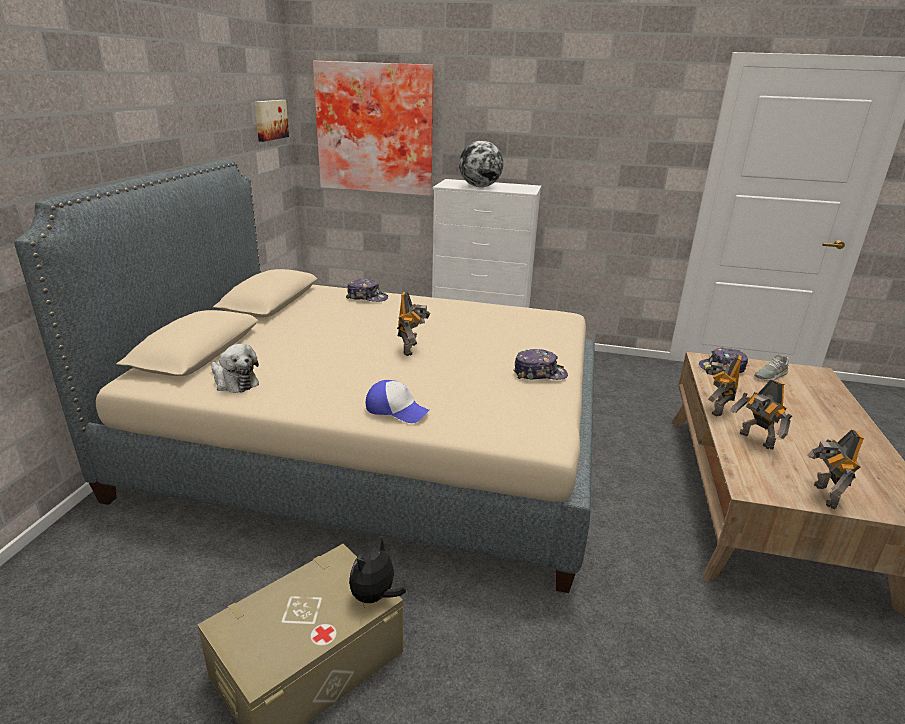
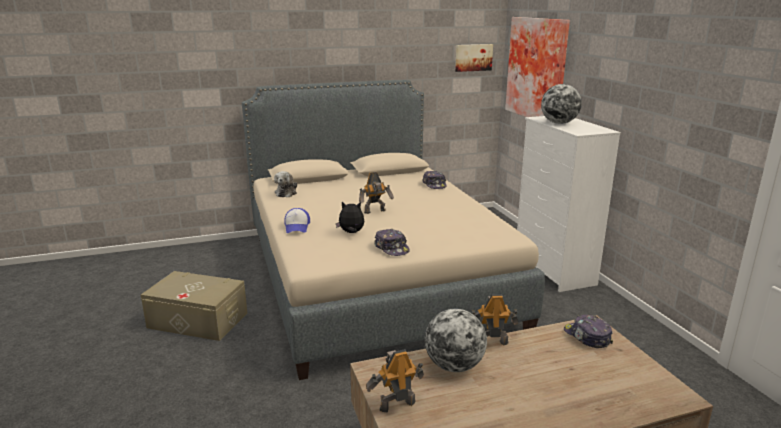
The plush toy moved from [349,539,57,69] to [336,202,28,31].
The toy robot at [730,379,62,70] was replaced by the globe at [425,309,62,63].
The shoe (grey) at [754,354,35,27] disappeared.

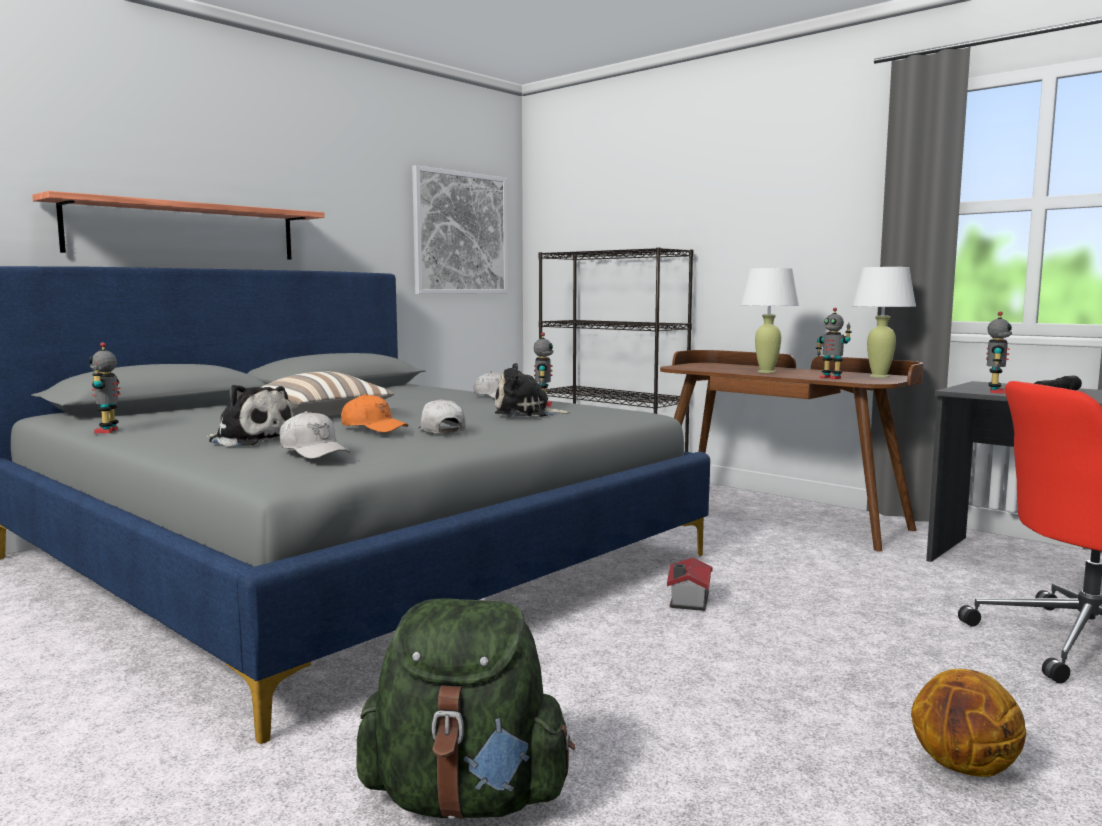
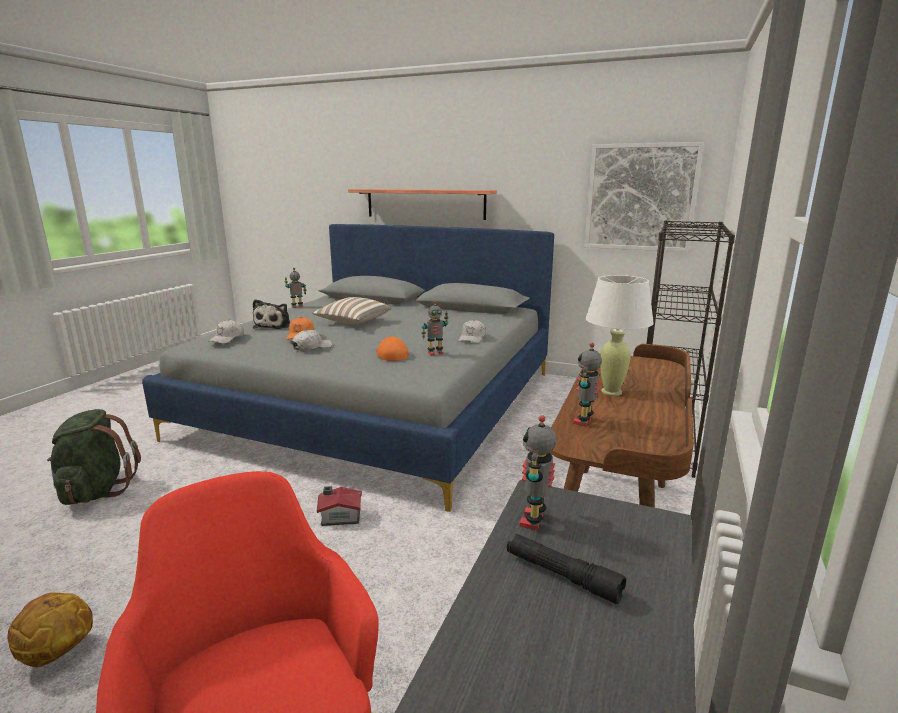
The plush toy at [495,363,76,54] was replaced by the cap (orange) at [377,336,32,25].
The table lamp (white) at [852,267,64,111] disappeared.
The toy robot at [986,311,26,83] turned 105 degrees clockwise.

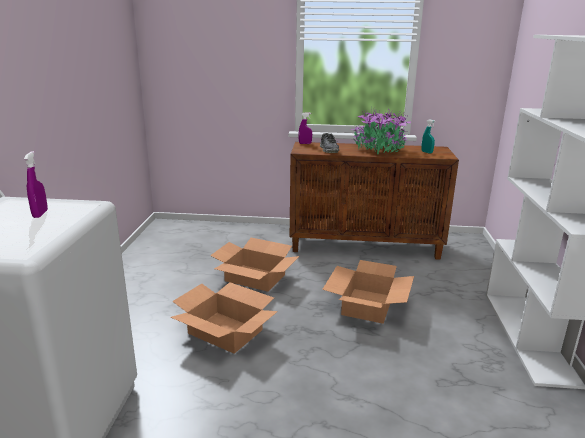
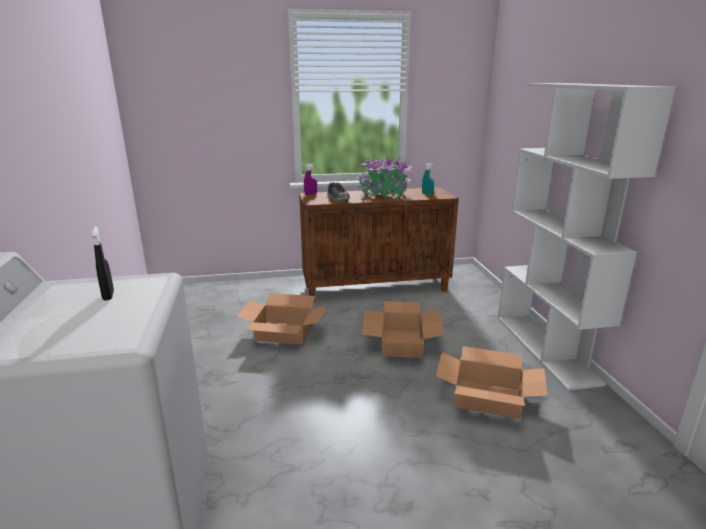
The spray bottle (purple) at [24,151,24,67] became the spray bottle (black) at [92,226,22,75].
The cardboard box moved from [170,282,108,71] to [436,346,112,73].

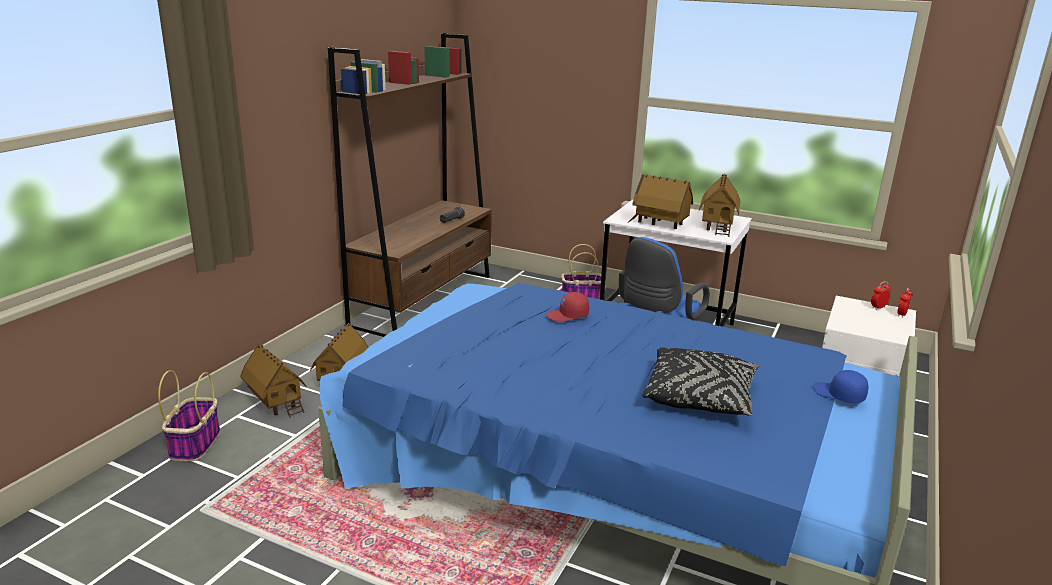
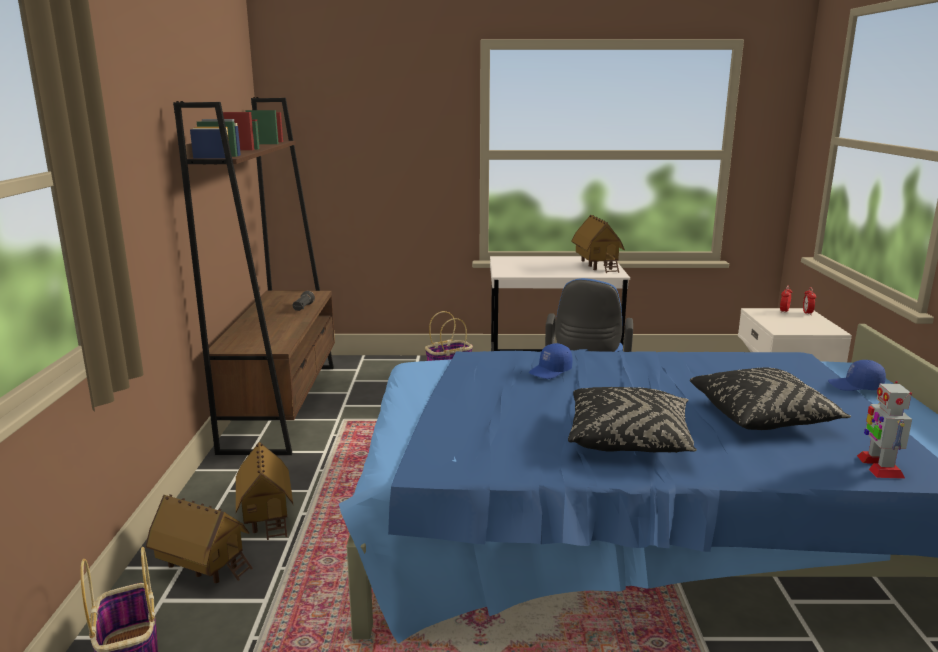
The cap (red) at [546,292,43,30] became the cap (blue) at [529,343,43,36].
The toy house at [628,174,65,55] disappeared.
The pillow (black) at [568,387,129,66] appeared.
The toy robot at [857,381,55,98] appeared.

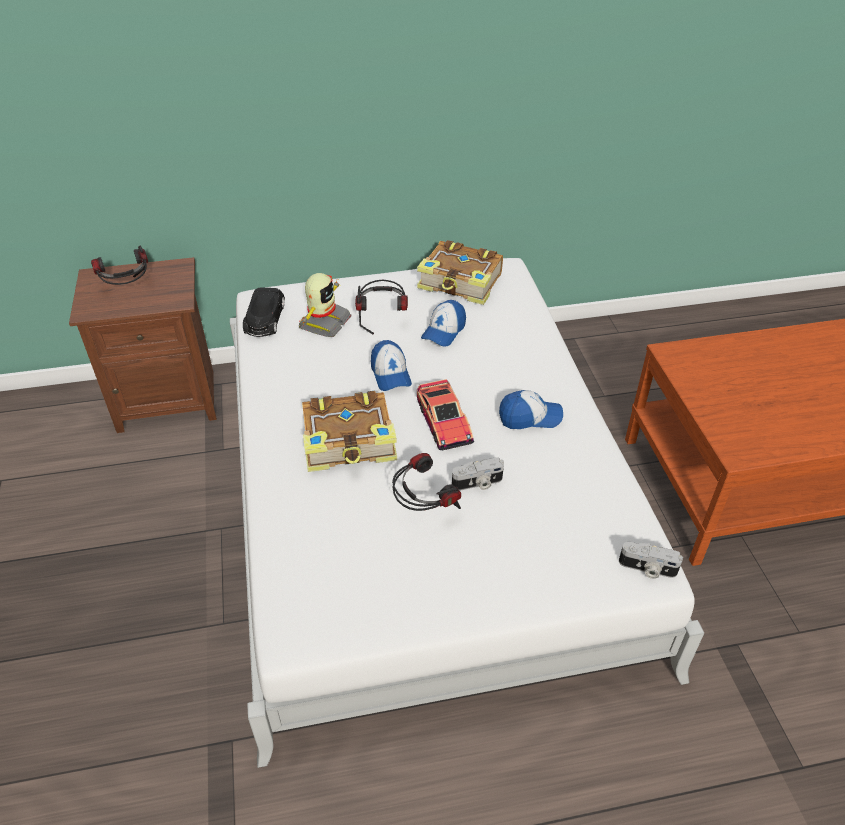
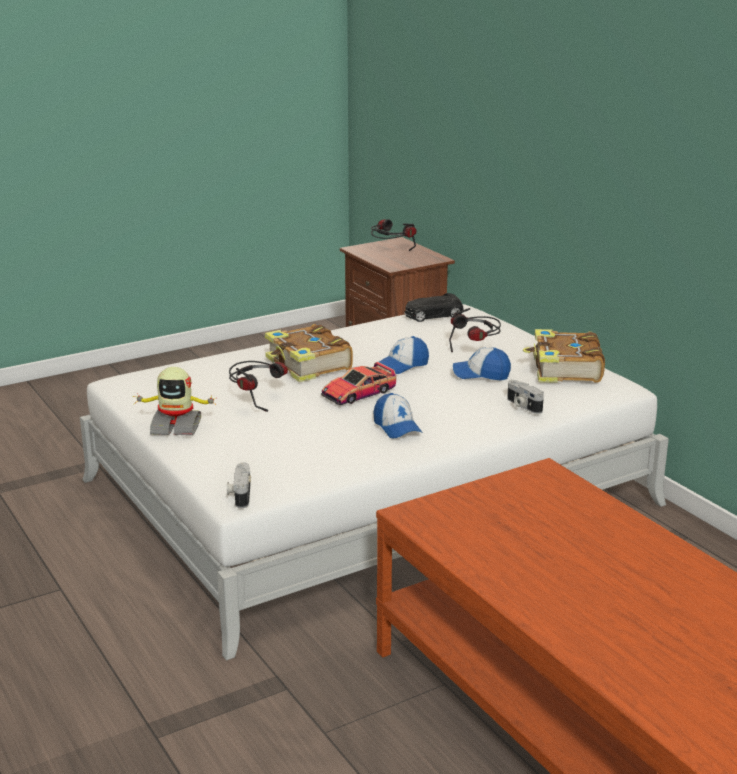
The toy robot moved from [299,273,53,64] to [133,367,84,69].
The photo camera moved from [452,457,52,34] to [507,380,37,34].

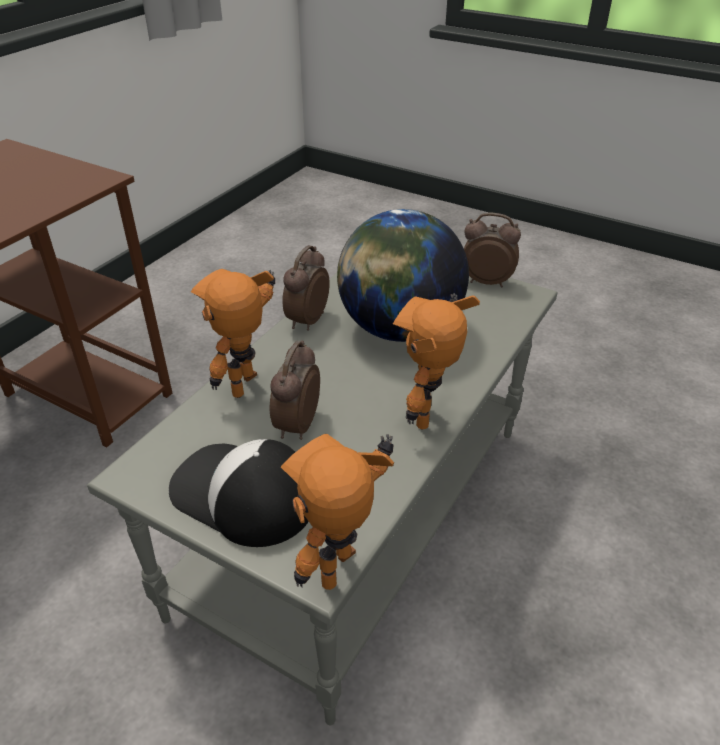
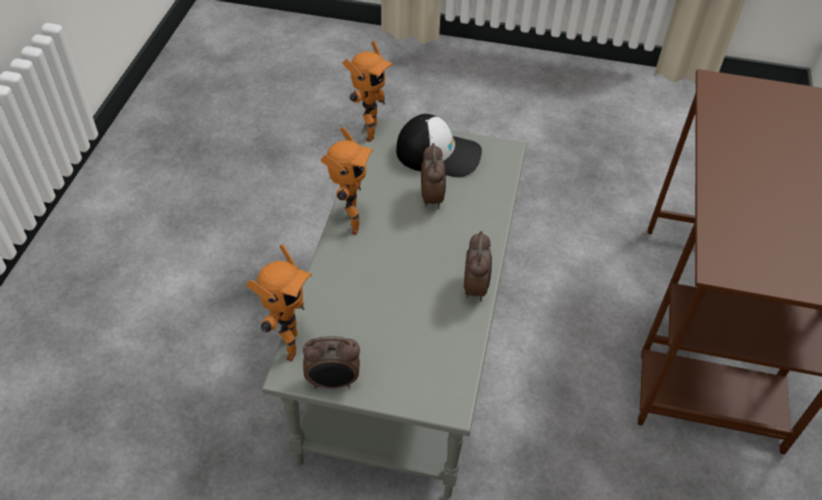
The toy robot moved from [191,269,84,129] to [246,244,66,117].
The globe at [337,209,132,133] disappeared.

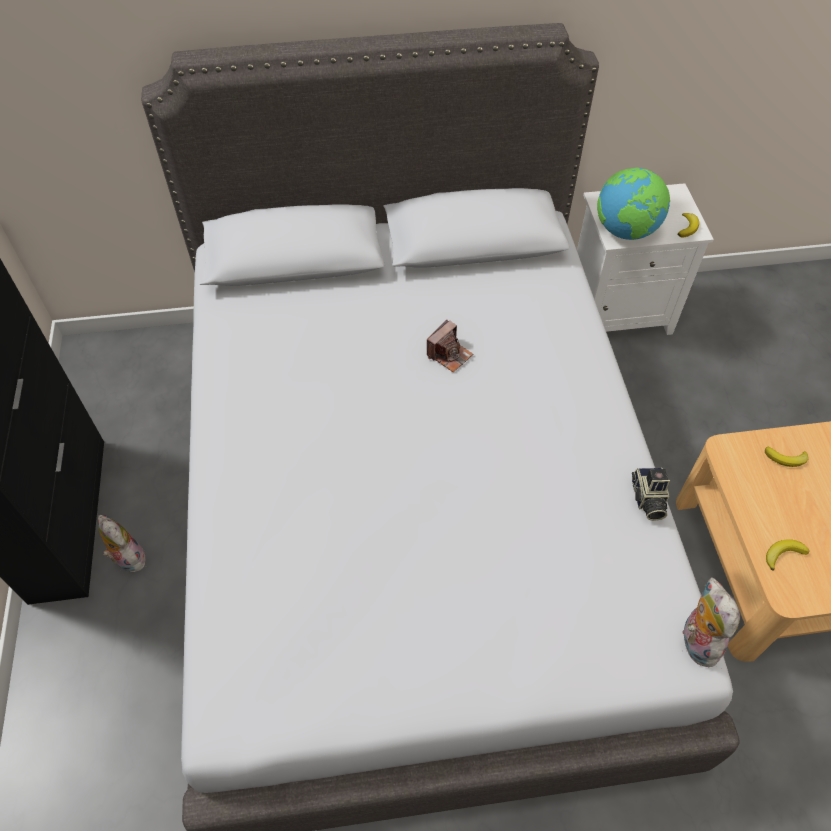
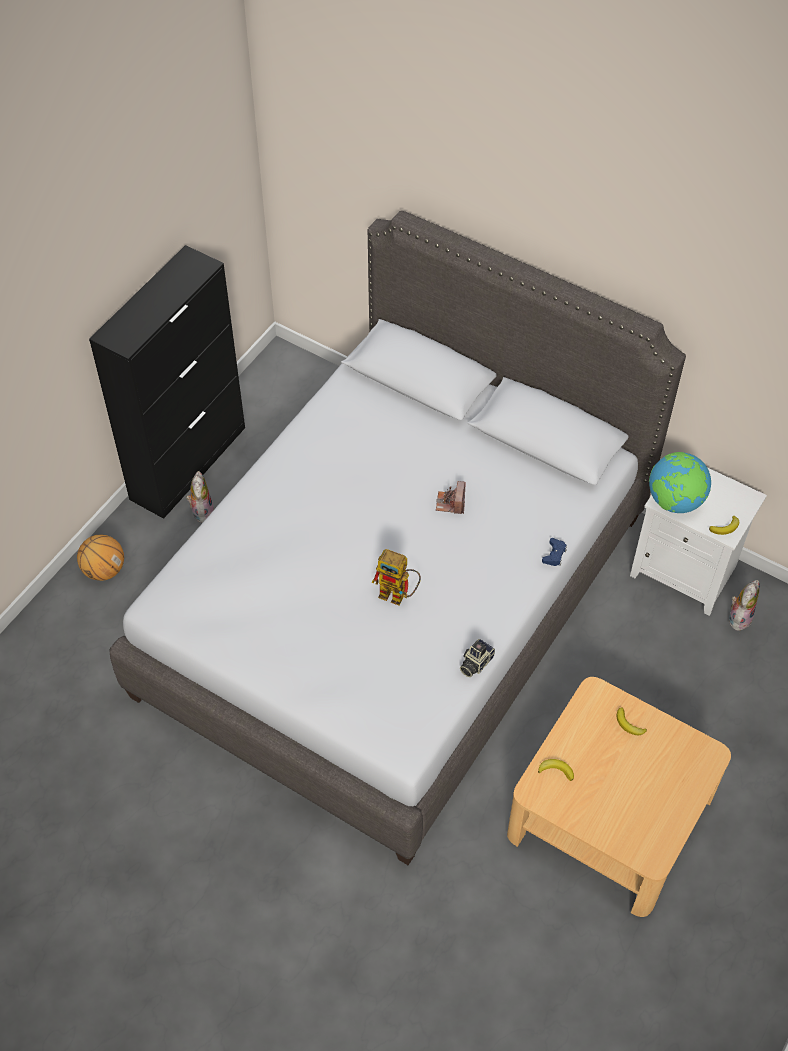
The photo camera at [427,320,46,52] turned 105 degrees clockwise.
The plush toy moved from [682,577,58,90] to [729,580,31,51].
The basketball at [77,535,47,46] appeared.
The toy robot at [372,549,49,57] appeared.
The game controller (blue) at [542,538,25,28] appeared.

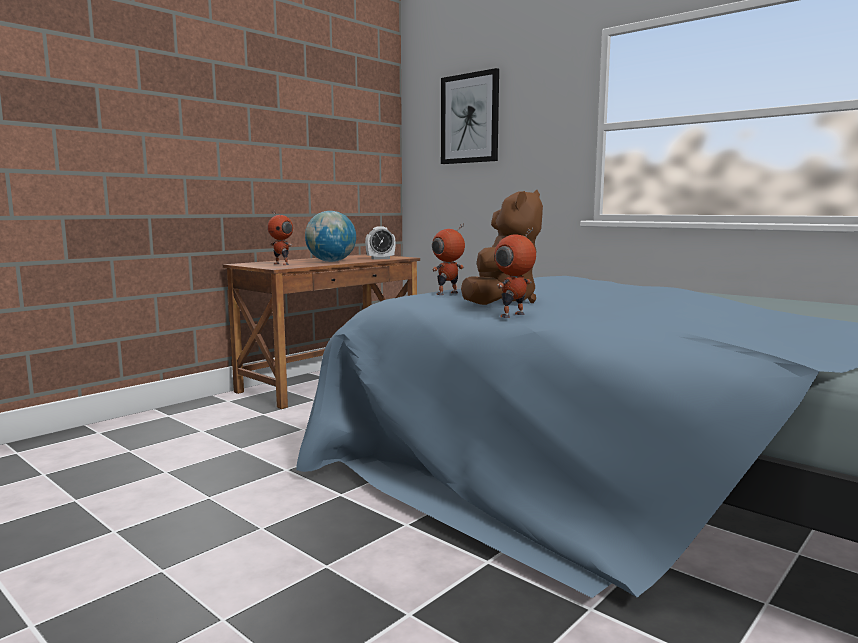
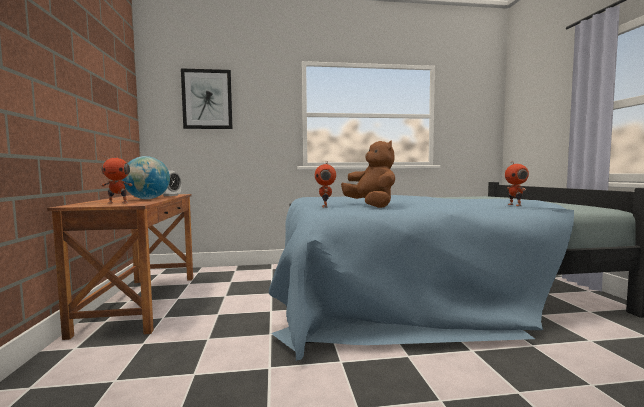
The toy robot moved from [494,228,42,90] to [505,161,24,45].

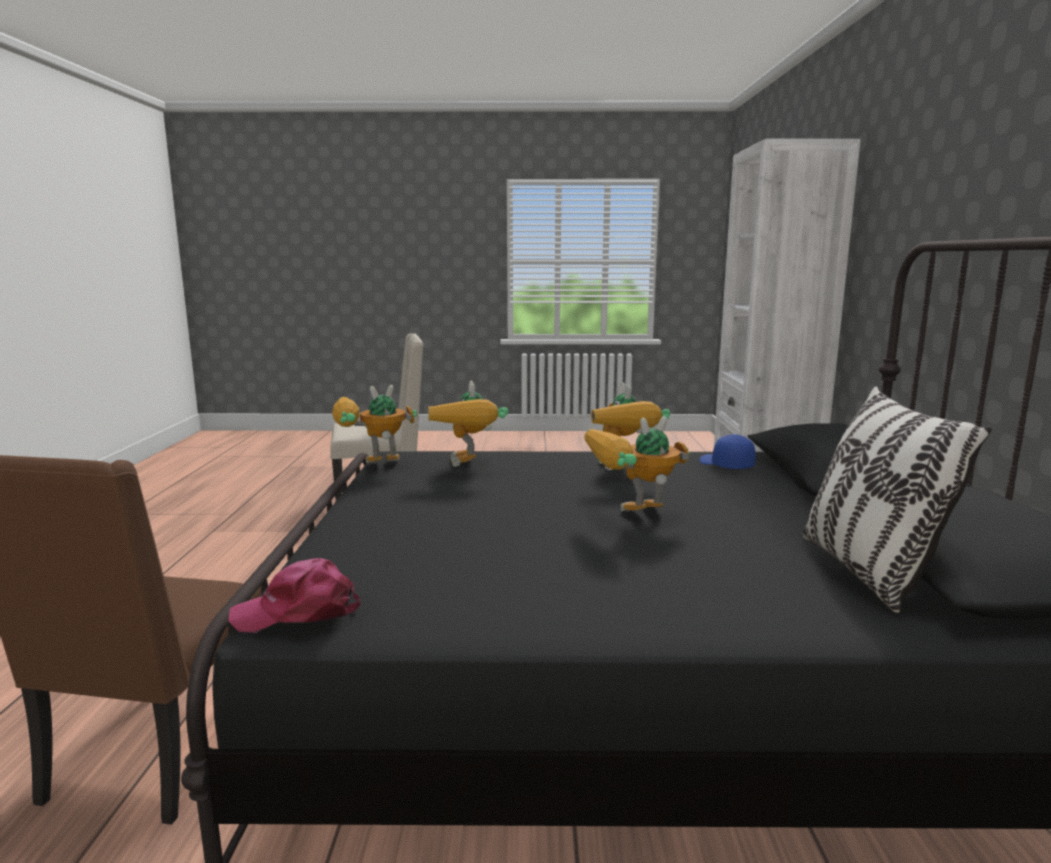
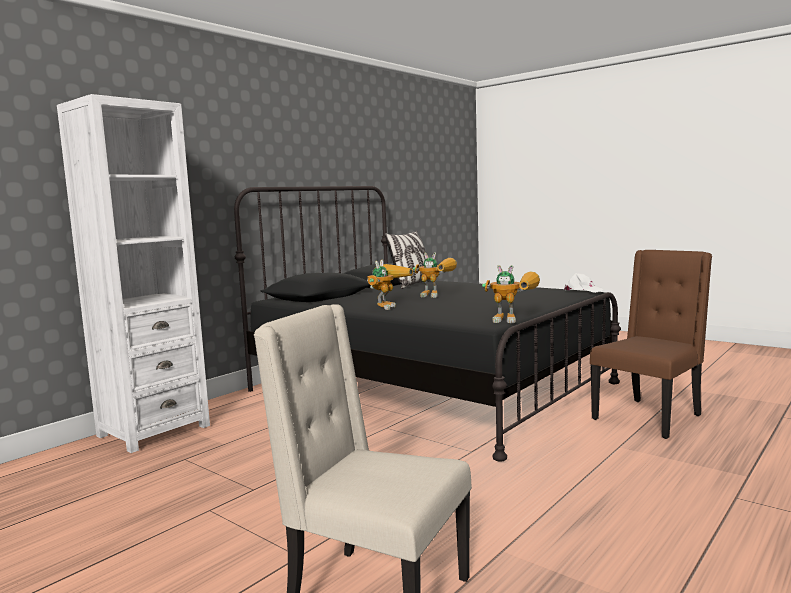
The cap (pink) at [228,558,132,75] became the cap (white) at [564,273,40,20].
The toy robot at [428,381,81,86] disappeared.
The cap (blue) at [699,434,57,35] disappeared.

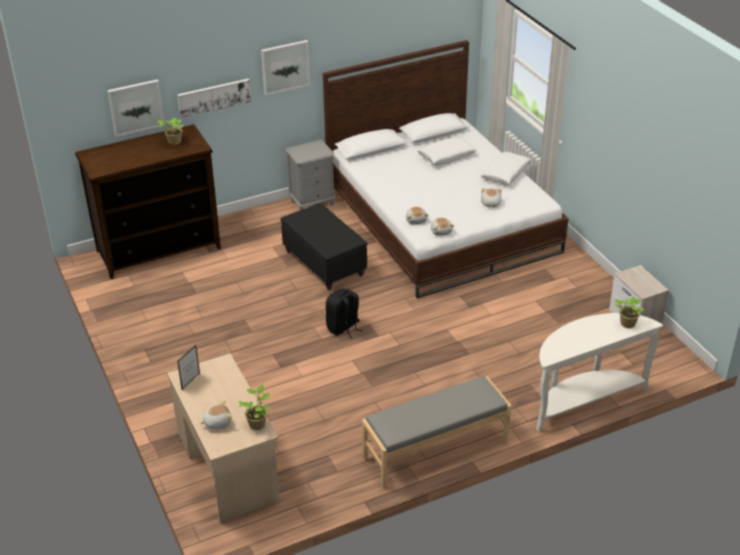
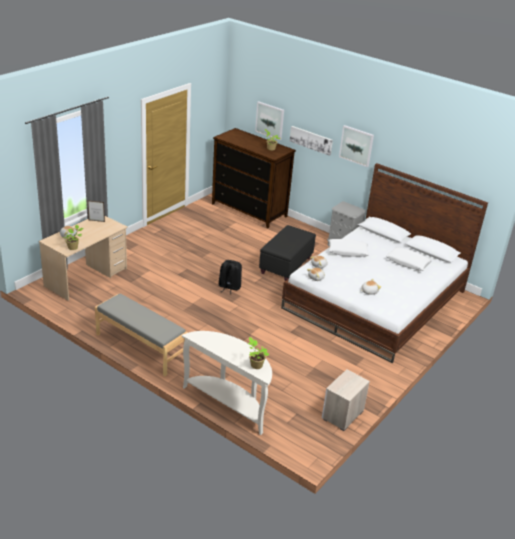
The pillow (white) moved from [480,152,52,33] to [329,239,40,18].

